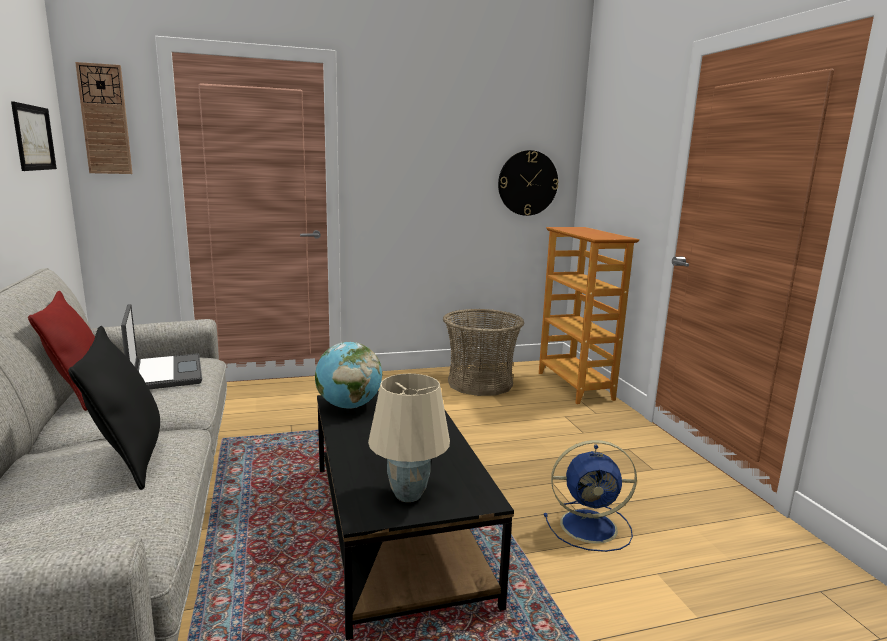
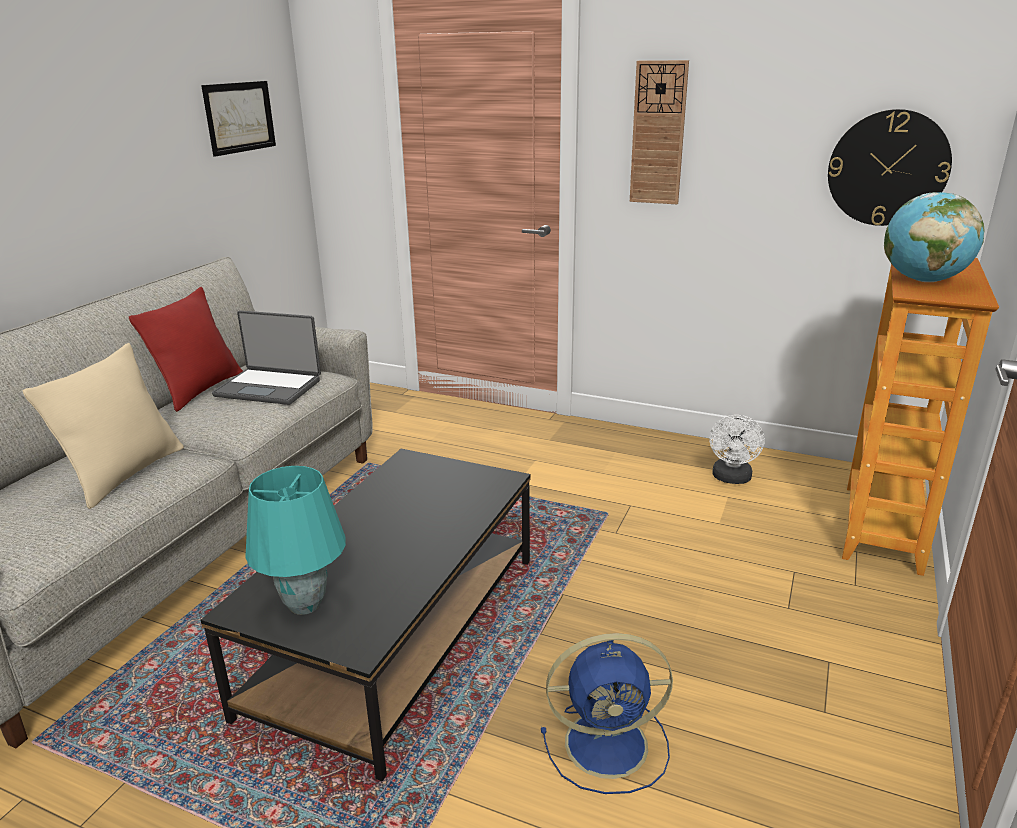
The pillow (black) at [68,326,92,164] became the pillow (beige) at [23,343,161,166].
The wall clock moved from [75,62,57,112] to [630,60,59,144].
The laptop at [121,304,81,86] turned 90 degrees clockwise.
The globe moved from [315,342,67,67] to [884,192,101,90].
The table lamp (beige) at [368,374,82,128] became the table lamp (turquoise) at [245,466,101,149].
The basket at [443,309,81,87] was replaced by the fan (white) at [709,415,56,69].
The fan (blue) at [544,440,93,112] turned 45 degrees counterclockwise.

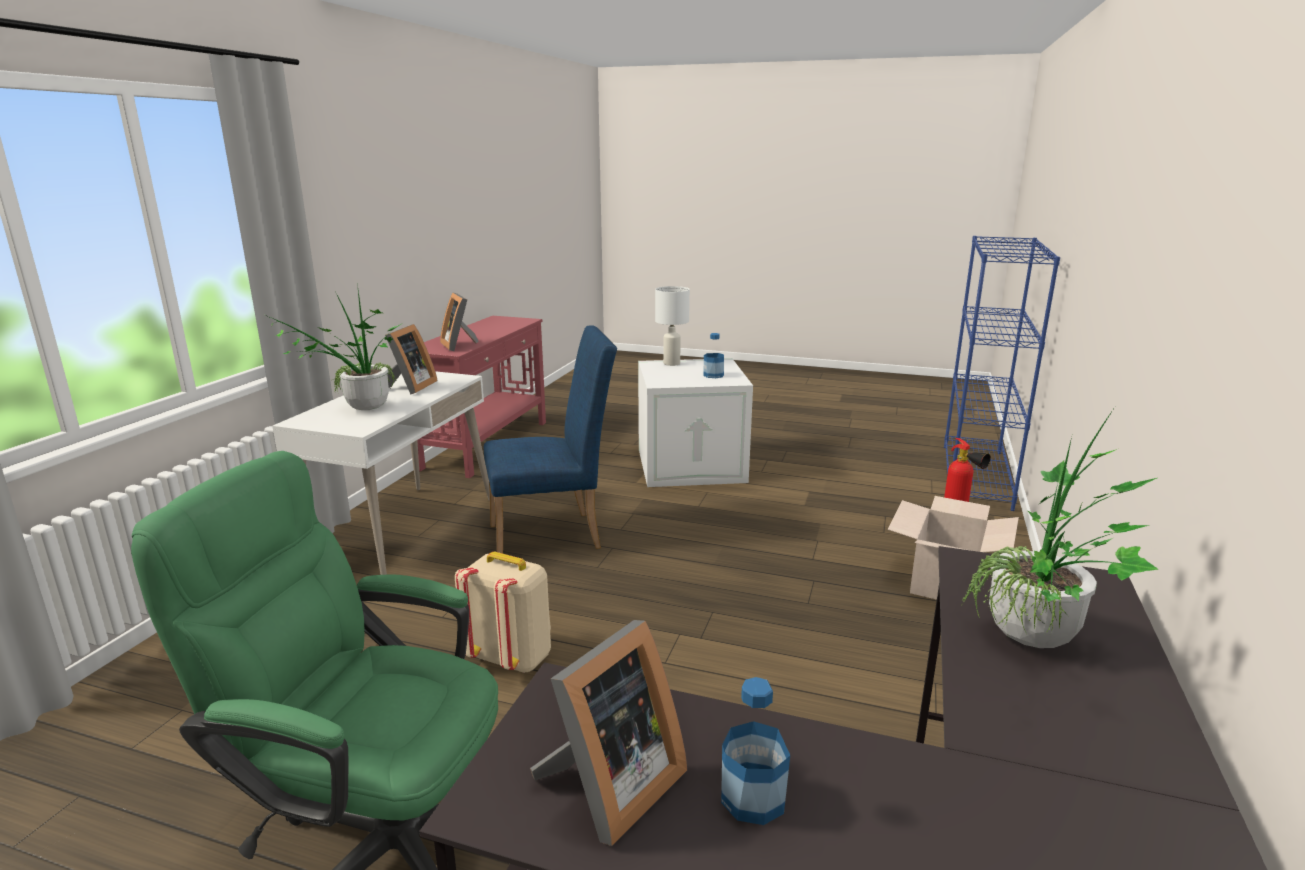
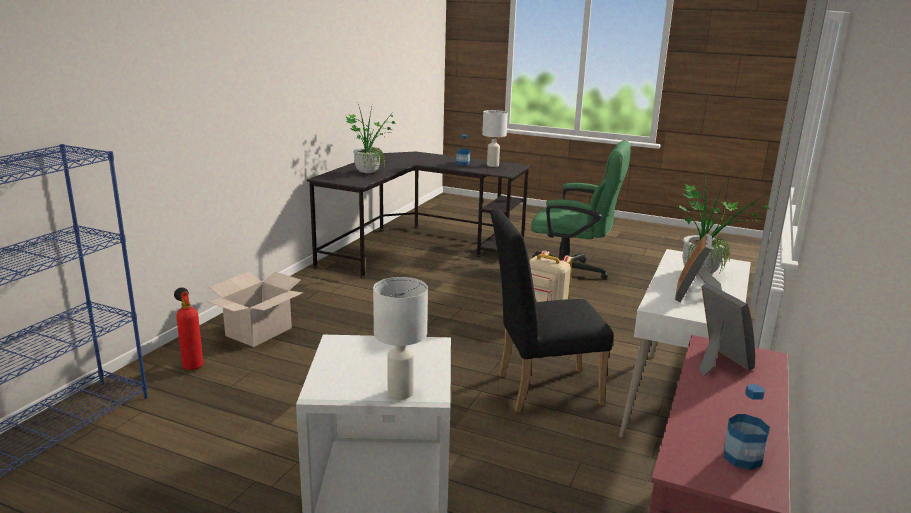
The chair (blue) at [484,326,133,227] became the chair (black) at [490,209,123,203].
The picture frame at [530,620,157,226] was replaced by the table lamp (white) at [482,110,26,57].
The bottle moved from [703,333,21,45] to [724,384,46,86].

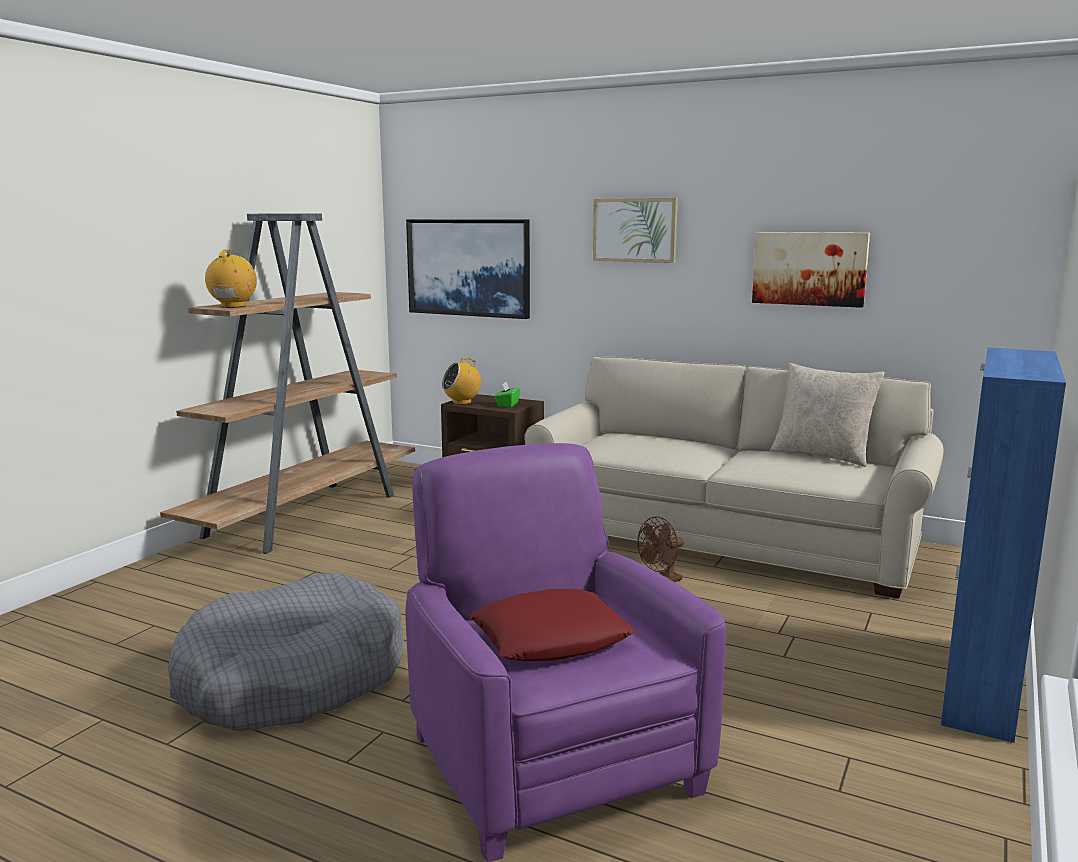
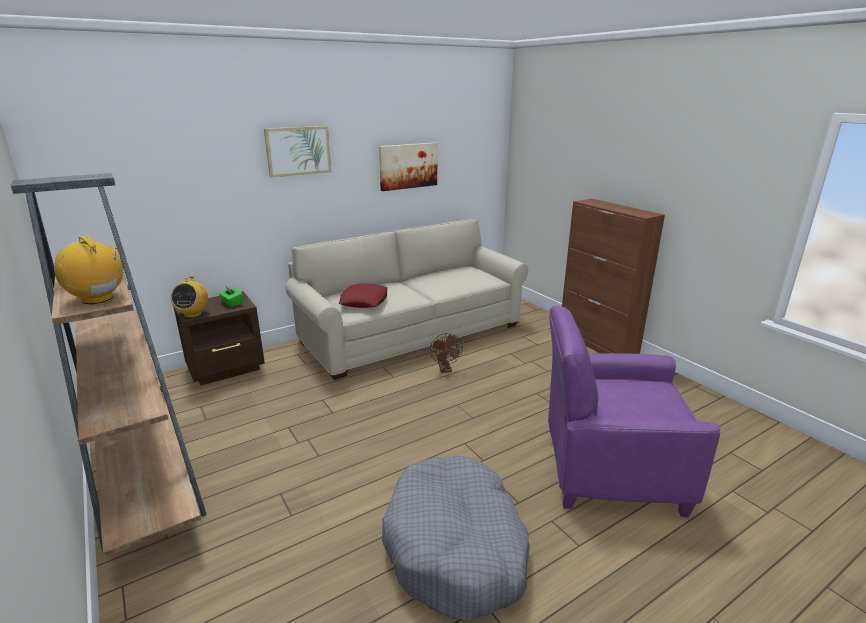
The picture at [406,219,124,100] disappeared.
The pillow (red) moved from [469,589,166,72] to [339,284,49,24].
The pillow (beige) at [770,363,115,104] disappeared.
The cabinet (blue) at [941,347,125,396] became the cabinet (brown) at [562,199,103,155].

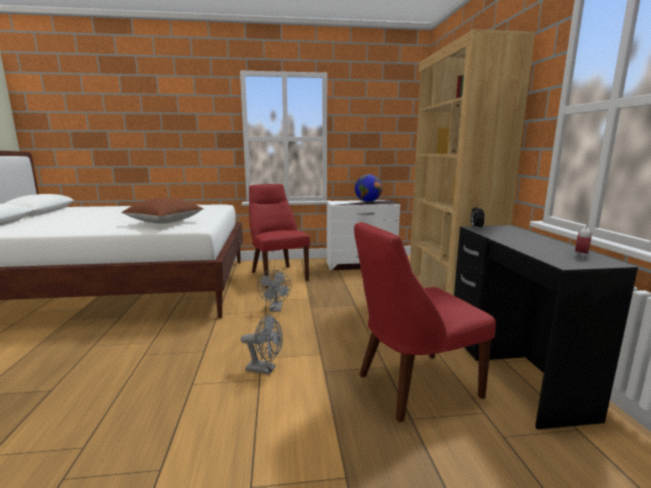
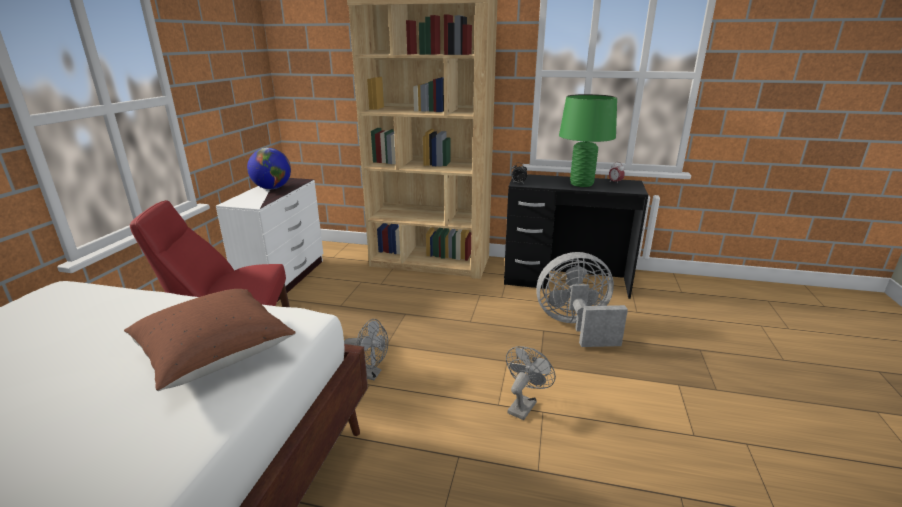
The chair (red) at [354,222,142,200] was replaced by the fan (grey) at [536,252,92,95].
The table lamp (green) at [559,94,58,93] appeared.

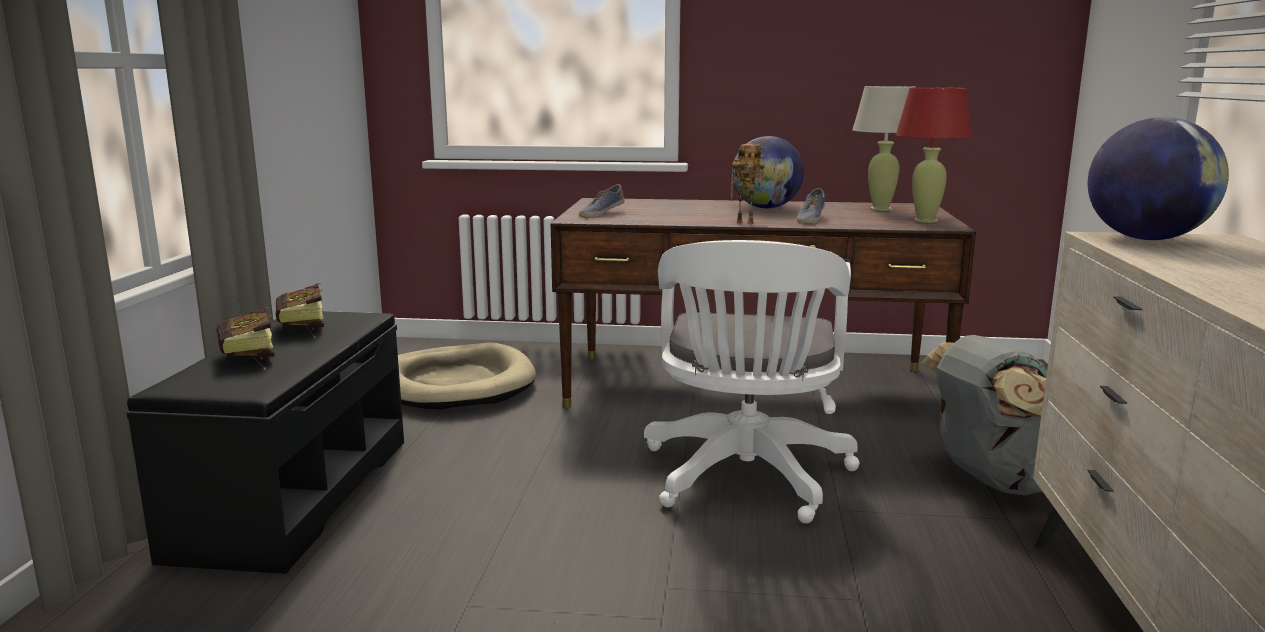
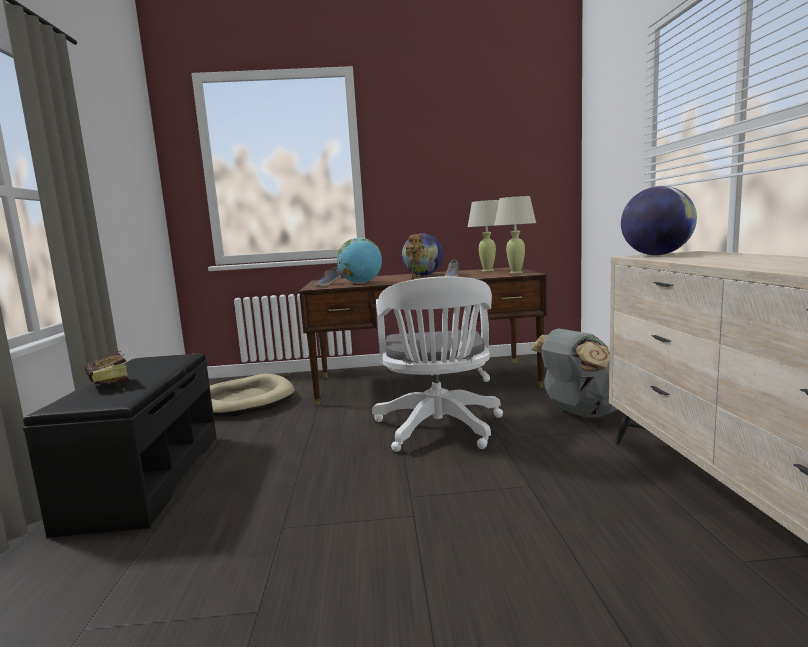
The book at [275,283,49,55] disappeared.
The table lamp (red) at [896,87,76,136] became the table lamp (beige) at [494,196,42,77].
The globe at [337,238,45,46] appeared.

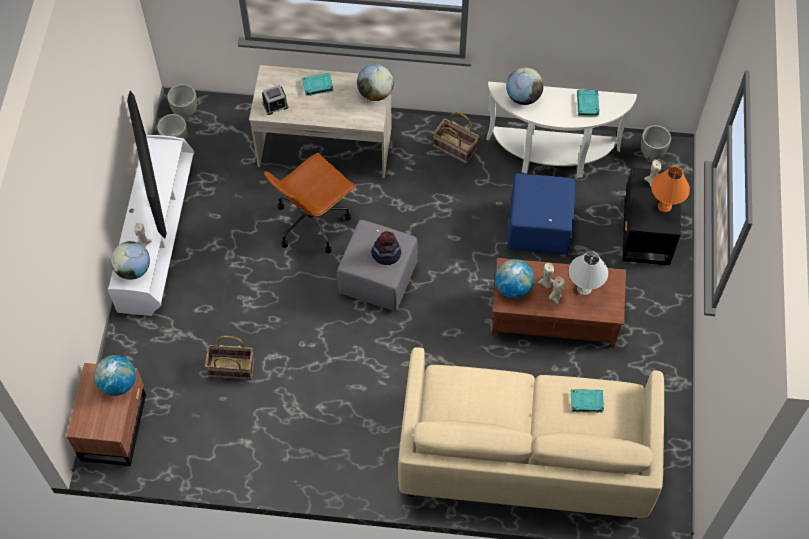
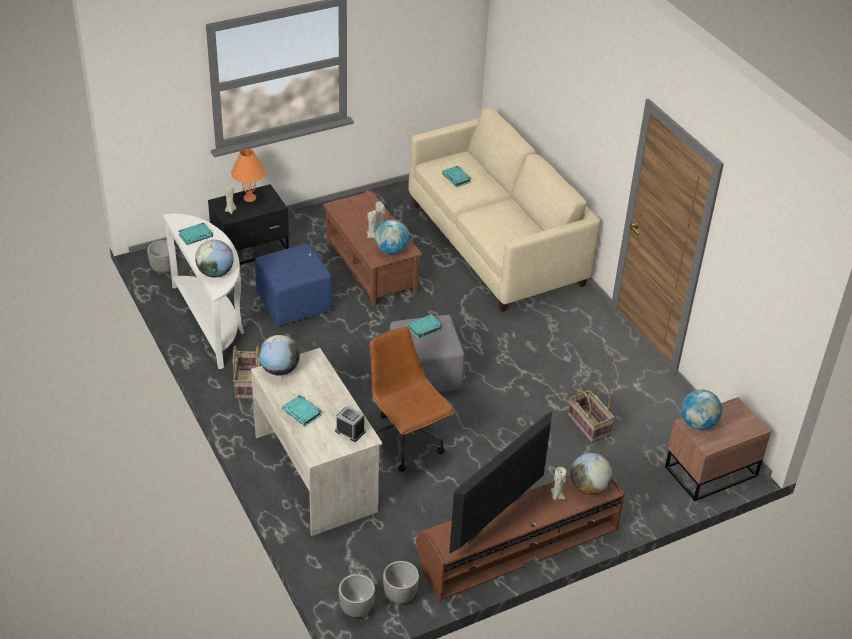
The tv stand (white) at [108,135,86,181] became the tv stand (brown) at [416,476,208,125].
The office chair (brown) at [264,153,92,100] turned 135 degrees counterclockwise.
The hat at [371,231,30,34] was replaced by the book (turquoise) at [407,314,36,25].
The table lamp (white) at [569,251,39,45] disappeared.

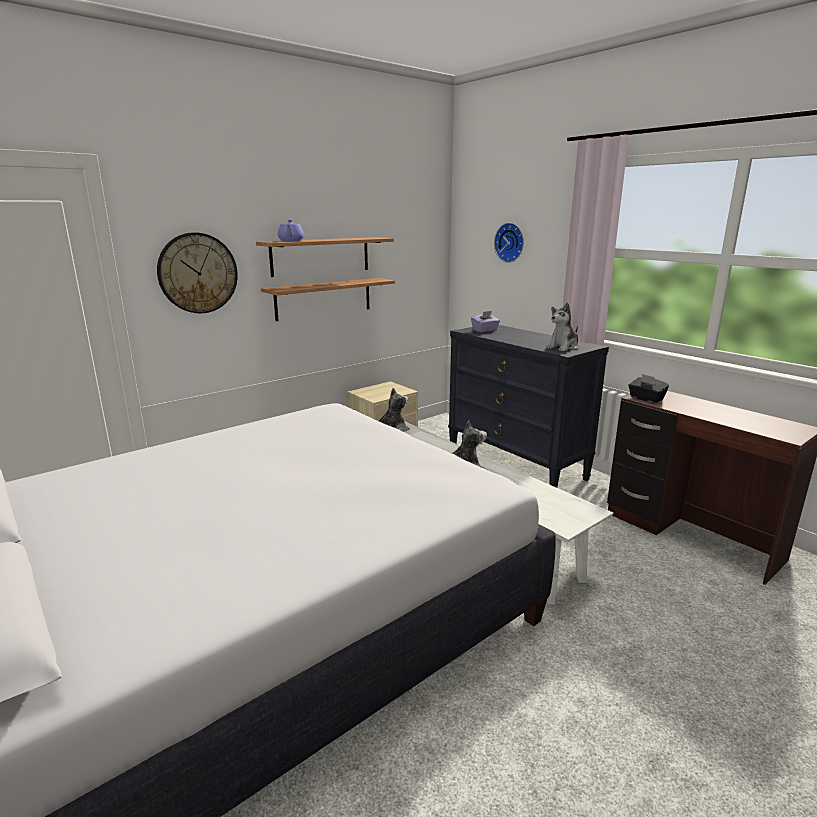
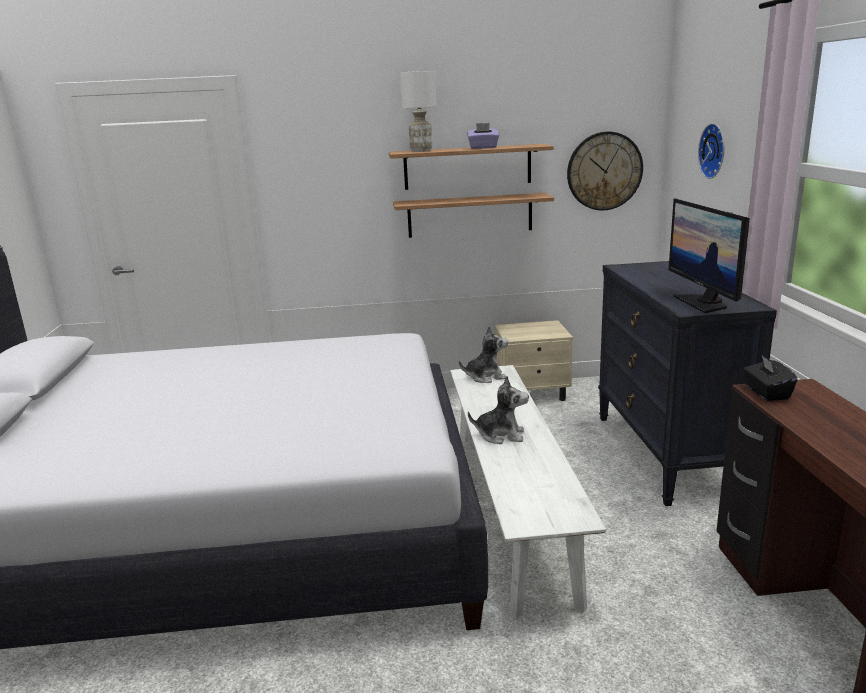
The wall clock moved from [157,232,81,81] to [567,132,76,78].
The teapot (purple) at [278,220,26,21] was replaced by the table lamp (white) at [400,71,37,81].
The tissue box (purple) moved from [471,311,29,21] to [467,123,32,26].
The plush toy at [546,303,33,48] was replaced by the monitor at [669,198,81,115].

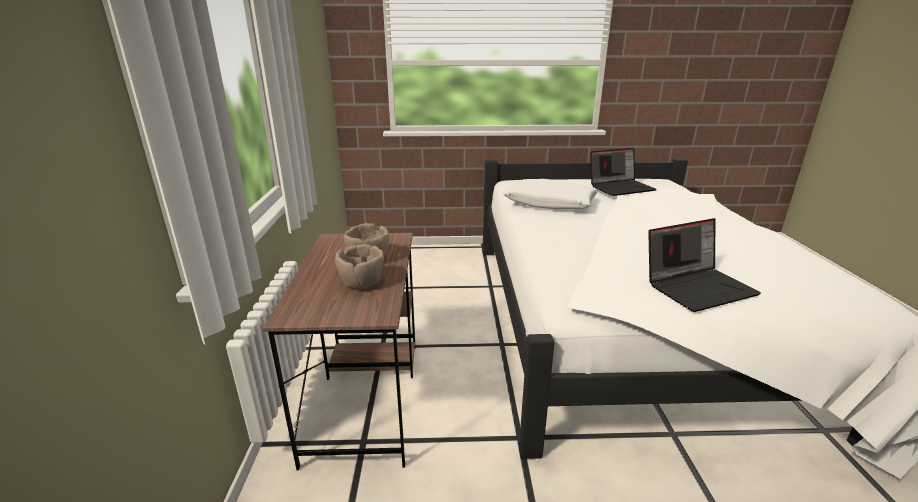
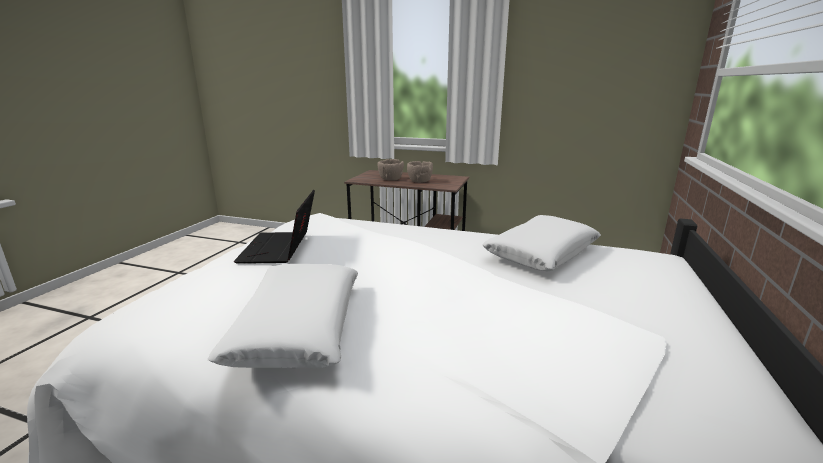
The laptop at [590,148,66,48] disappeared.
The pillow (white) at [207,264,151,104] appeared.

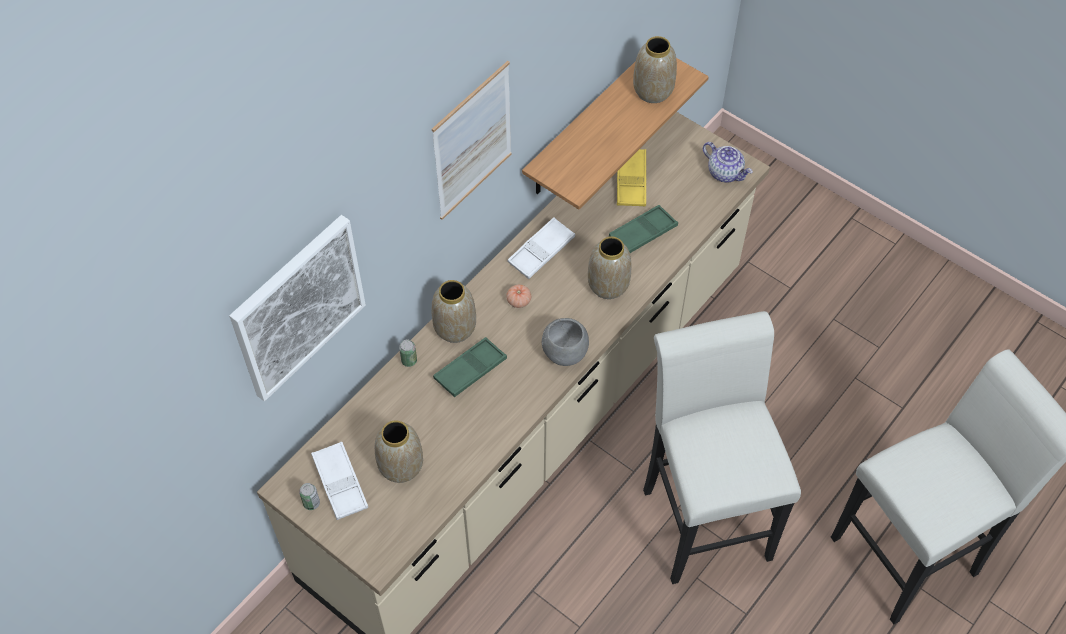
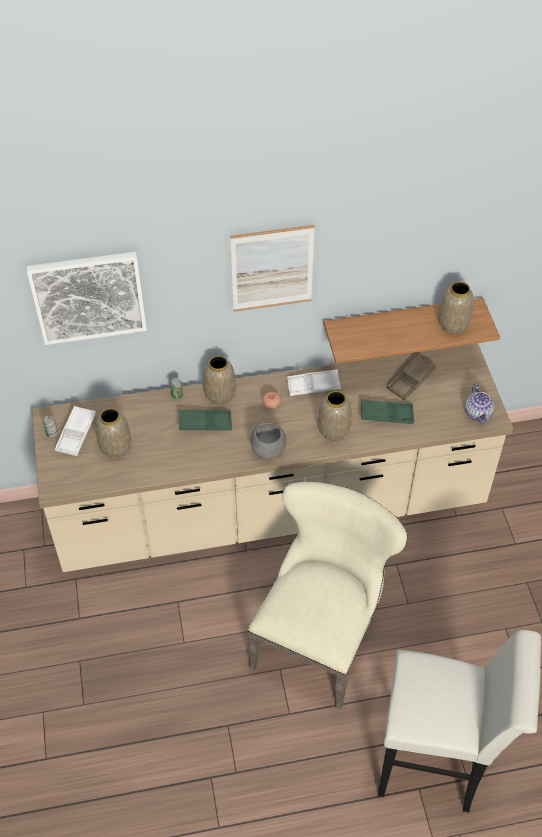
The tray (yellow) at [617,149,29,57] became the tray (brown) at [387,355,49,46].
The stool (white) at [643,311,158,273] was replaced by the chair (beige) at [248,481,160,229].

